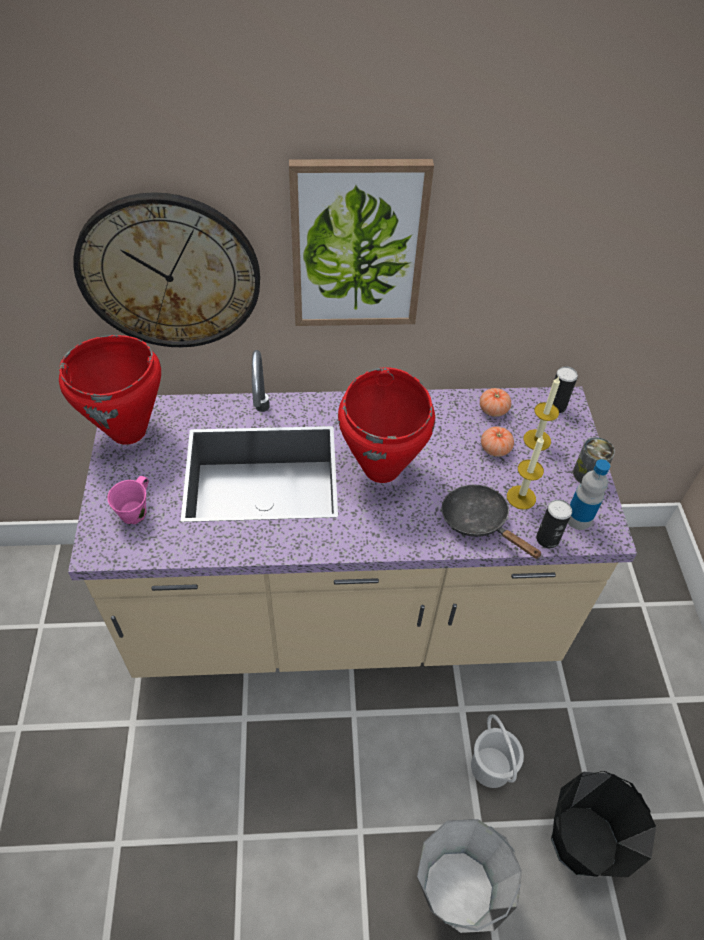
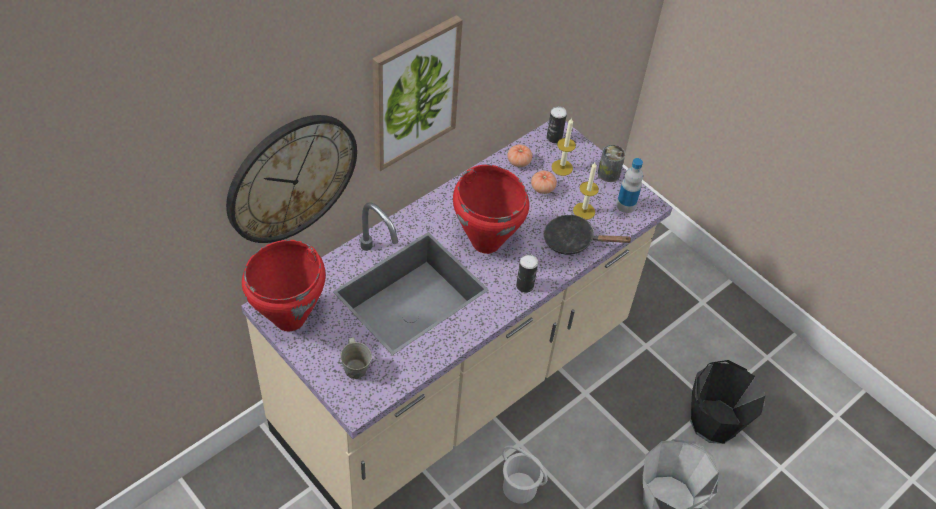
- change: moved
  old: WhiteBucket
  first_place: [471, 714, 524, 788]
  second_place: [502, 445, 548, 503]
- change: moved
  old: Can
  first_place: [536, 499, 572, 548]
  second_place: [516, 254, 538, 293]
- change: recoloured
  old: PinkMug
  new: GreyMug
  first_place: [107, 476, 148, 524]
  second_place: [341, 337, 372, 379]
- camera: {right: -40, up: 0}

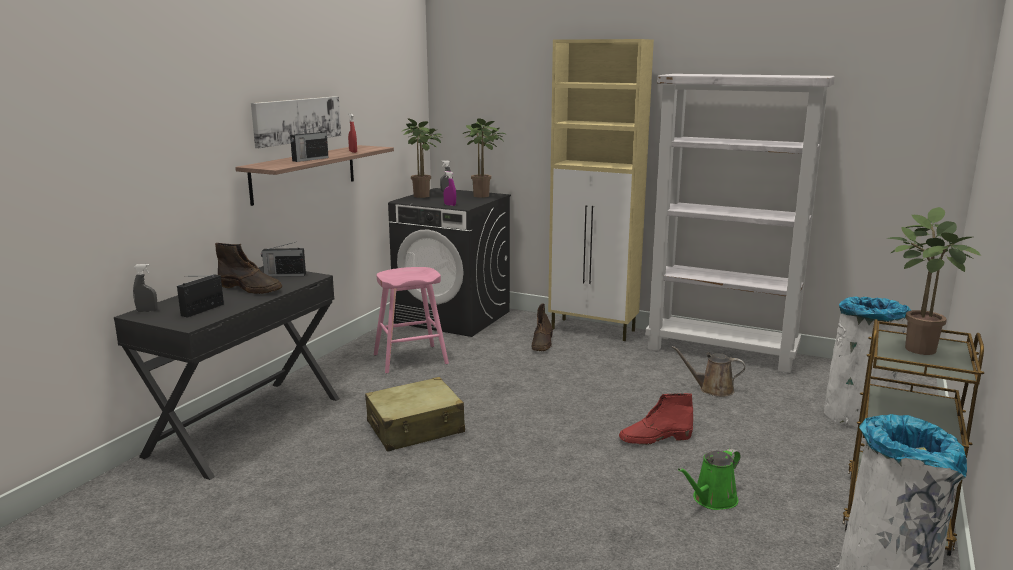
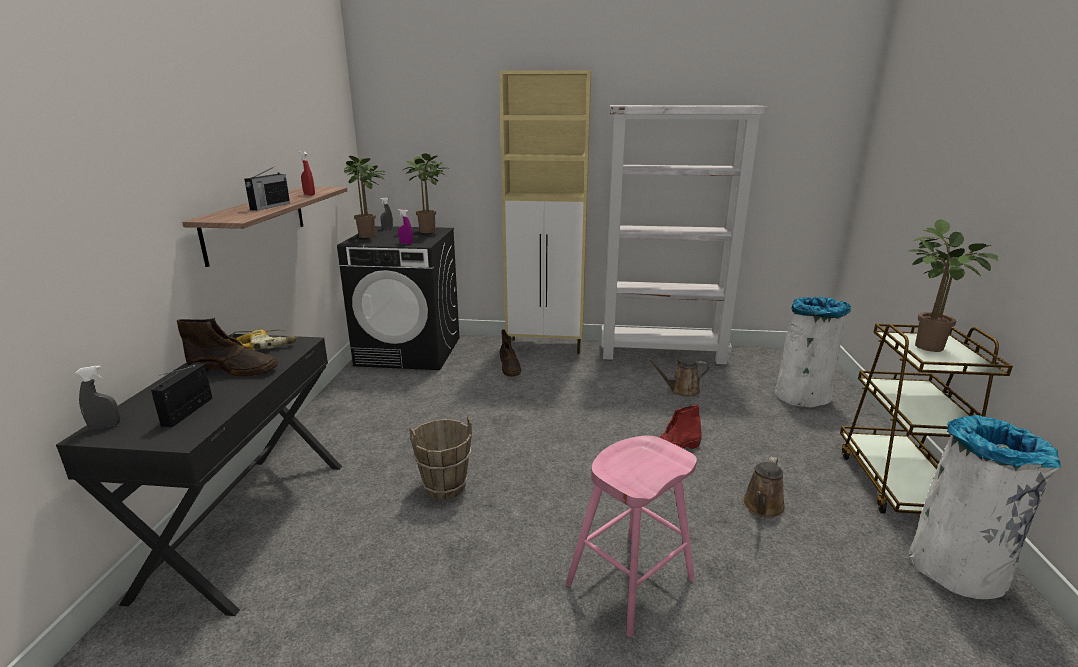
- change: removed
  old: Picture
  first_place: [251, 96, 341, 148]
- change: moved
  old: PinkStool
  first_place: [374, 267, 449, 374]
  second_place: [566, 436, 697, 637]
- change: replaced
  old: Radio
  new: PowerDrill
  first_place: [261, 242, 306, 277]
  second_place: [231, 329, 297, 351]
- change: replaced
  old: BeigeSuitcase
  new: BrownBucket
  first_place: [365, 377, 465, 452]
  second_place: [409, 416, 472, 499]
- change: recoloured
  old: GreenWateringCan
  new: BrownWateringCan
  first_place: [678, 448, 741, 510]
  second_place: [742, 456, 785, 518]
- camera: {right: -20, up: 5}

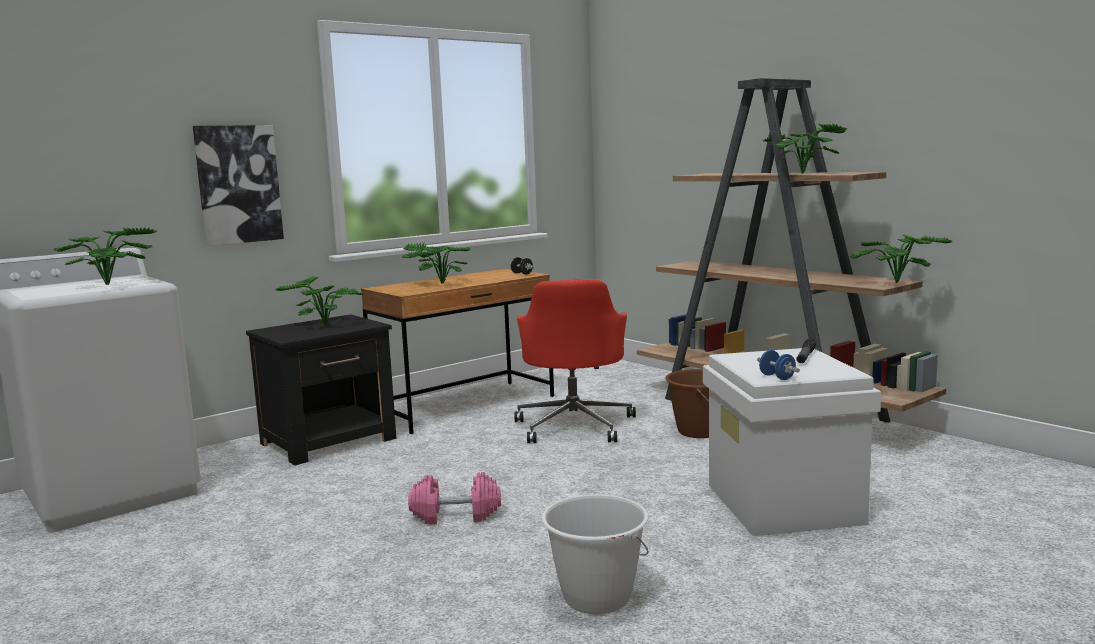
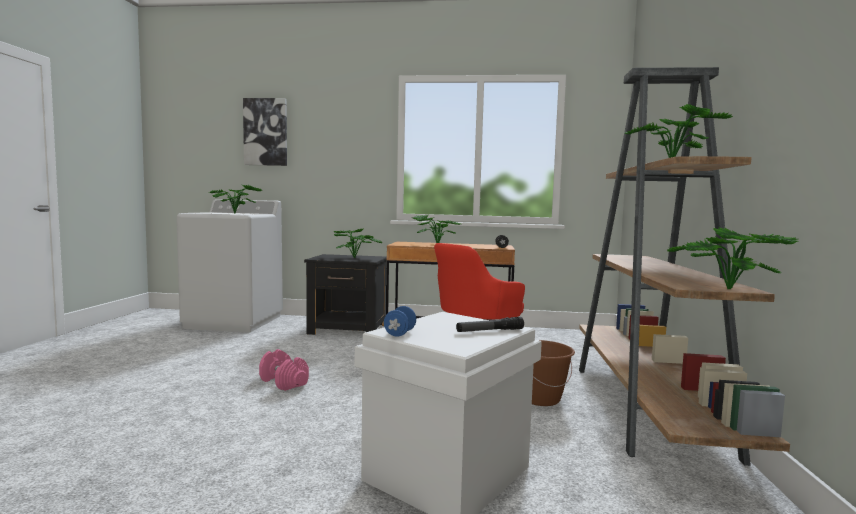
- change: removed
  old: WhiteBucket
  first_place: [542, 494, 648, 614]
- change: moved
  old: Picture
  first_place: [193, 125, 284, 246]
  second_place: [243, 98, 287, 166]
- camera: {right: 45, up: -5}

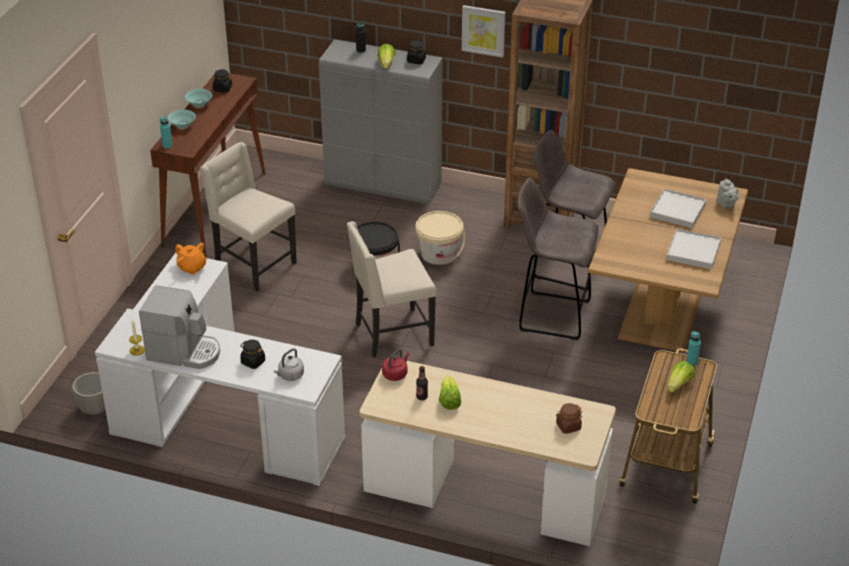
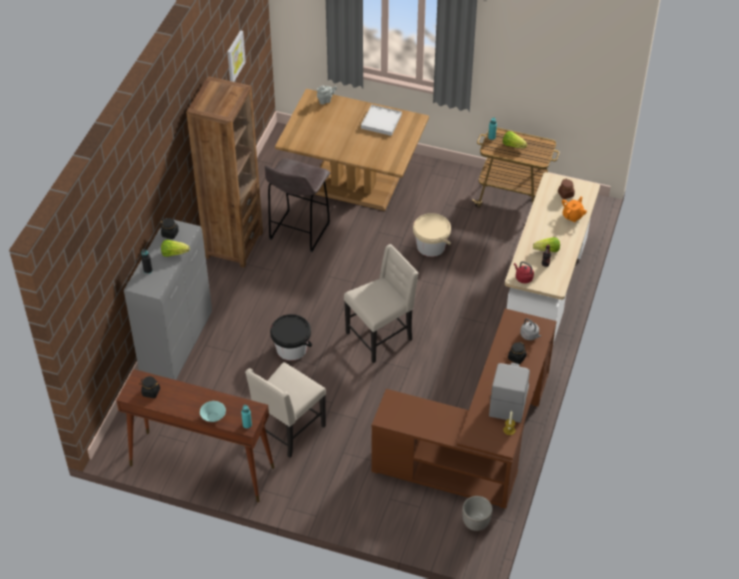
- change: removed
  old: TurquoiseBowl
  first_place: [185, 89, 212, 108]
- change: removed
  old: GreyStool
  first_place: [517, 177, 599, 340]
- change: removed
  old: WhiteTray
  first_place: [650, 188, 706, 228]
- change: moved
  old: OrangeTeapot
  first_place: [175, 243, 207, 275]
  second_place: [562, 196, 587, 222]
- change: moved
  old: BeigeBucket
  first_place: [415, 211, 465, 265]
  second_place: [413, 213, 451, 257]
- change: moved
  old: Picture
  first_place: [462, 5, 505, 58]
  second_place: [227, 30, 246, 82]
- change: recoloured
  old: WhiteDesk
  new: BrownDesk
  first_place: [95, 253, 345, 487]
  second_place: [371, 309, 557, 509]
- change: turned
  old: BeigeChair
  first_place: [347, 221, 436, 358]
  second_place: [344, 244, 419, 363]
  degrees: -105
- camera: {right: -90, up: 10}

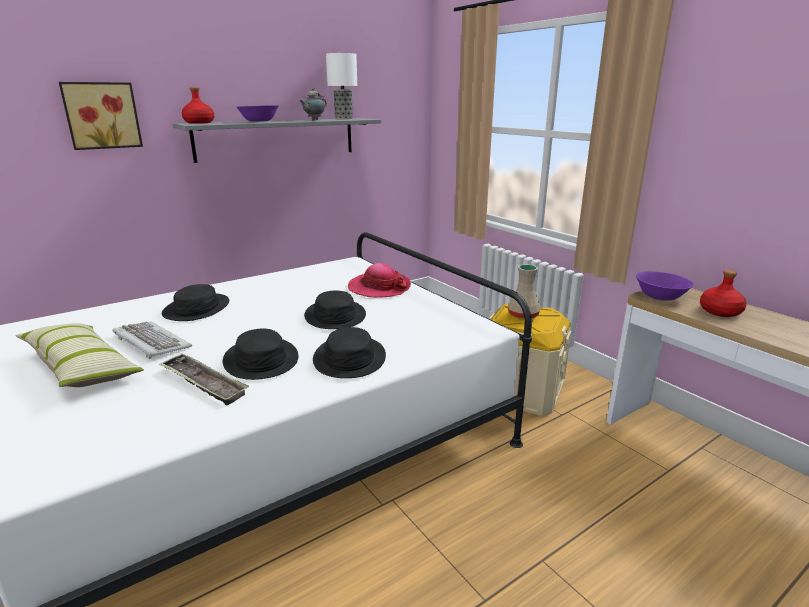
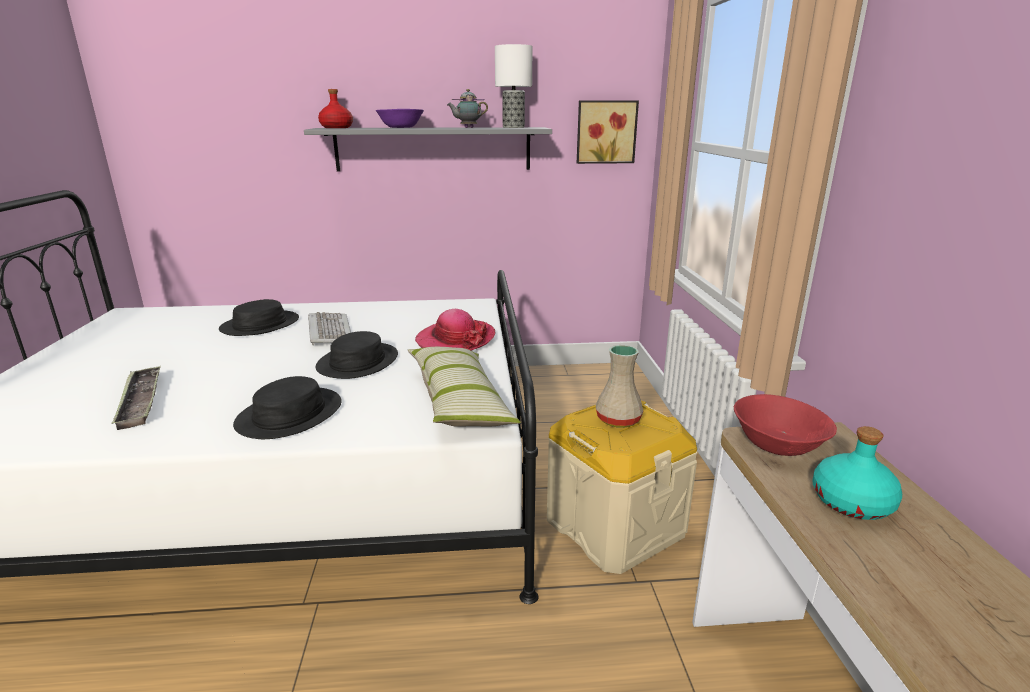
- change: removed
  old: BlackHat
  first_place: [223, 329, 299, 380]
- change: moved
  old: Pillow
  first_place: [15, 323, 144, 387]
  second_place: [408, 347, 521, 427]
- change: moved
  old: Picture
  first_place: [59, 82, 143, 150]
  second_place: [577, 100, 639, 164]
- change: moved
  old: Keyboard
  first_place: [113, 321, 192, 359]
  second_place: [308, 312, 351, 345]
- change: recoloured
  old: PurpleBowl
  new: RedBowl
  first_place: [636, 271, 694, 301]
  second_place: [734, 394, 837, 456]
- change: recoloured
  old: RedBottle
  new: TurquoiseBottle
  first_place: [700, 270, 747, 317]
  second_place: [812, 426, 902, 520]
- camera: {right: 30, up: 0}

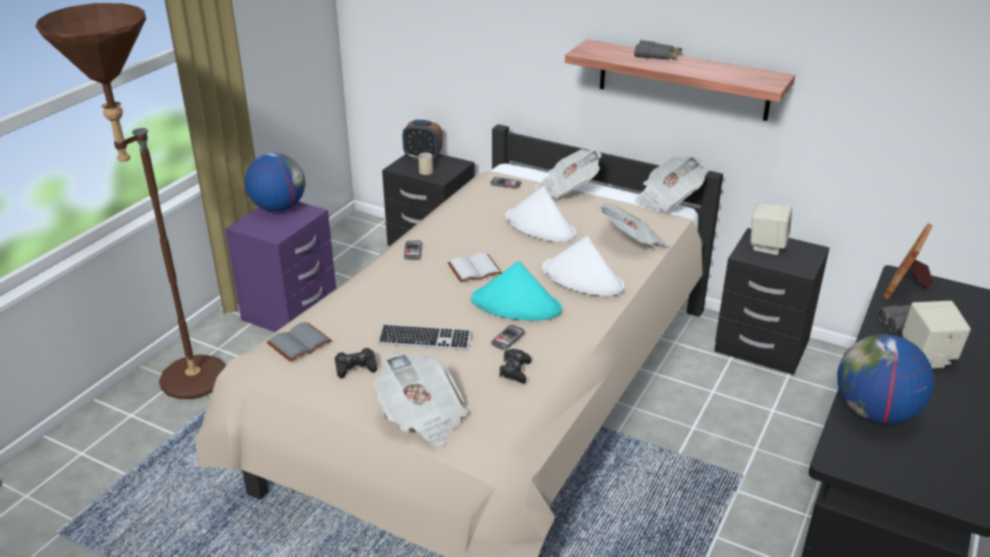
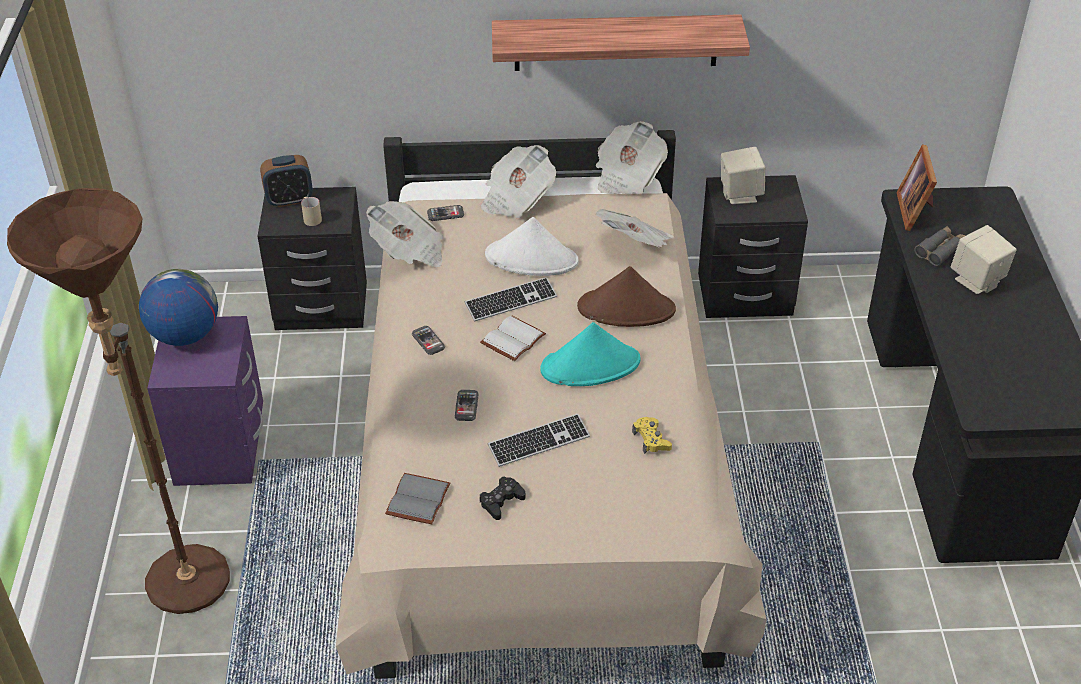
- change: removed
  old: GreyBinoculars
  first_place: [634, 40, 682, 60]
- change: removed
  old: Globe
  first_place: [837, 334, 934, 424]
- change: added
  new: Keyboard
  second_place: [465, 277, 557, 321]
- change: moved
  old: Newspaper
  first_place: [374, 353, 468, 447]
  second_place: [366, 201, 443, 267]
- change: moved
  old: Phone
  first_place: [491, 325, 525, 350]
  second_place: [455, 390, 479, 421]
- change: recoloured
  old: BlackGameController
  new: YellowGameController
  first_place: [499, 349, 531, 383]
  second_place: [632, 417, 672, 454]
- change: recoloured
  old: WhiteHat
  new: BrownHat
  first_place: [542, 236, 624, 296]
  second_place: [577, 266, 676, 327]
- camera: {right: -30, up: 10}

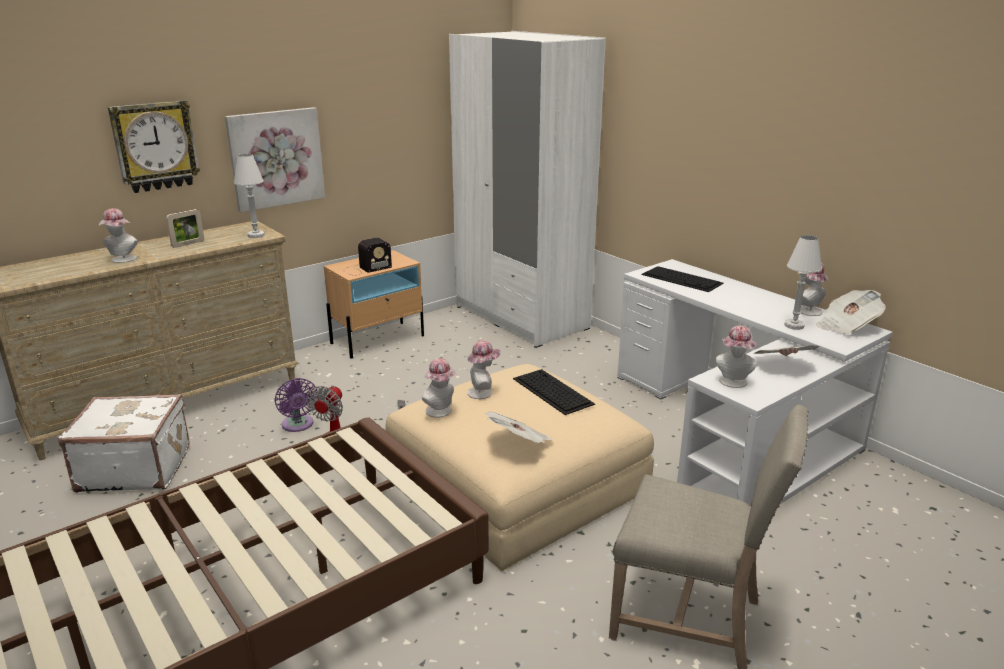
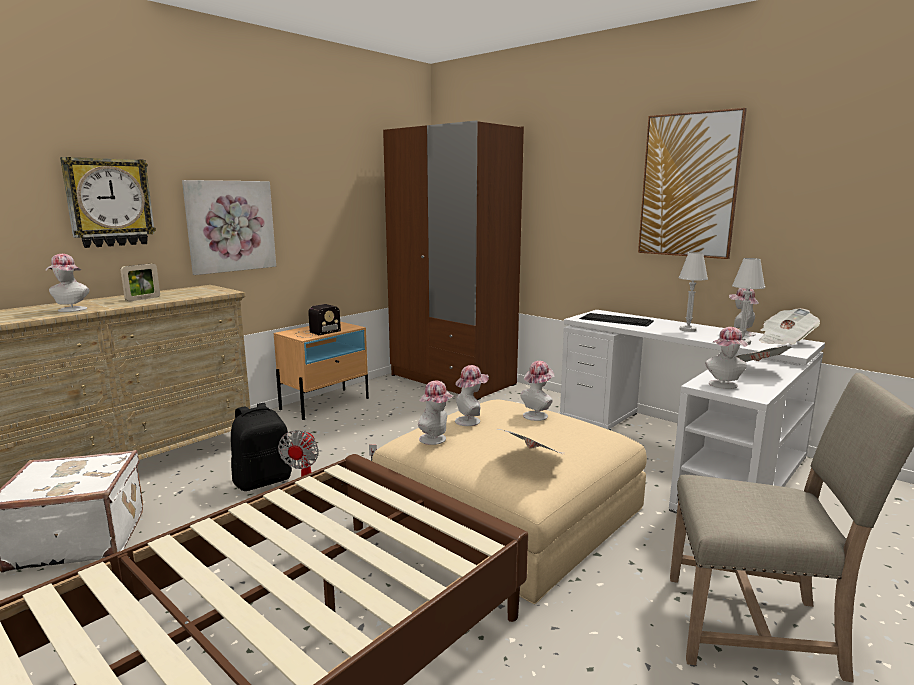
- change: added
  new: Picture
  second_place: [638, 108, 747, 259]
- change: moved
  old: WhiteTableLamp
  first_place: [234, 154, 265, 238]
  second_place: [679, 252, 708, 332]
- change: replaced
  old: PurpleFan
  new: BlackBackpack
  first_place: [274, 378, 318, 432]
  second_place: [231, 403, 292, 491]
- change: replaced
  old: Keyboard
  new: Hat
  first_place: [513, 369, 595, 415]
  second_place: [520, 361, 554, 421]
- change: recoloured
  old: WhiteWardrobe
  new: BrownWardrobe
  first_place: [449, 31, 606, 348]
  second_place: [383, 120, 524, 400]
- camera: {right: -10, up: -10}

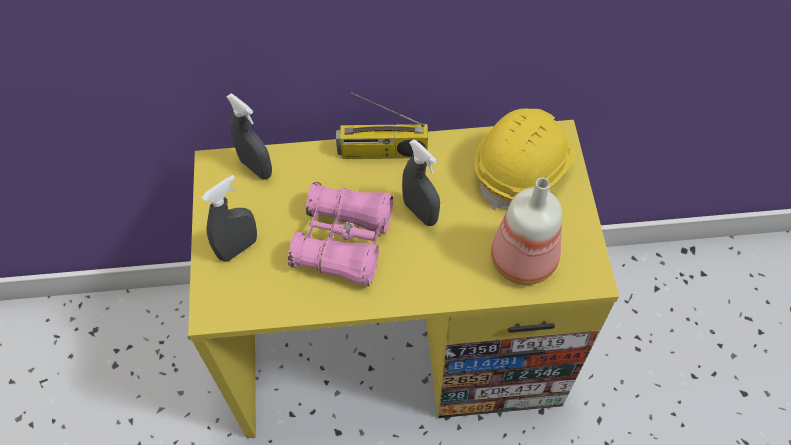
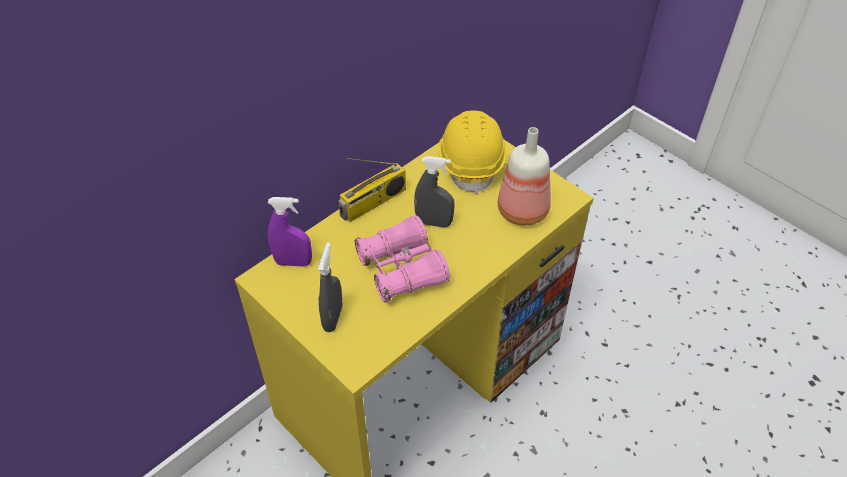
- change: recoloured
  old: GreySprayBottle
  new: PurpleSprayBottle
  first_place: [227, 94, 272, 179]
  second_place: [268, 197, 312, 267]
- camera: {right: -40, up: -10}

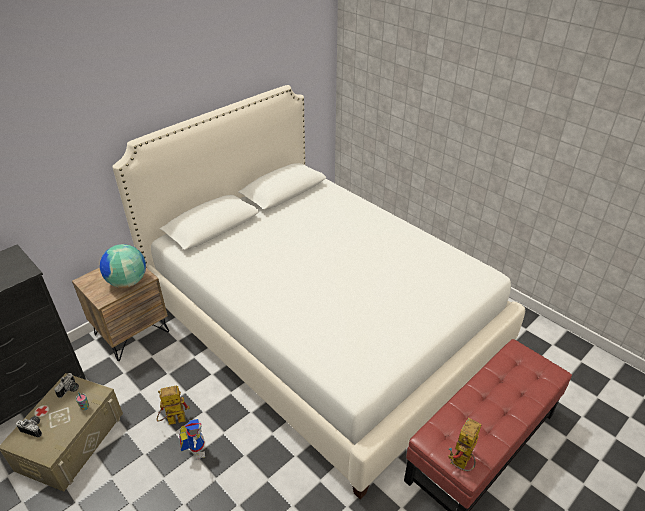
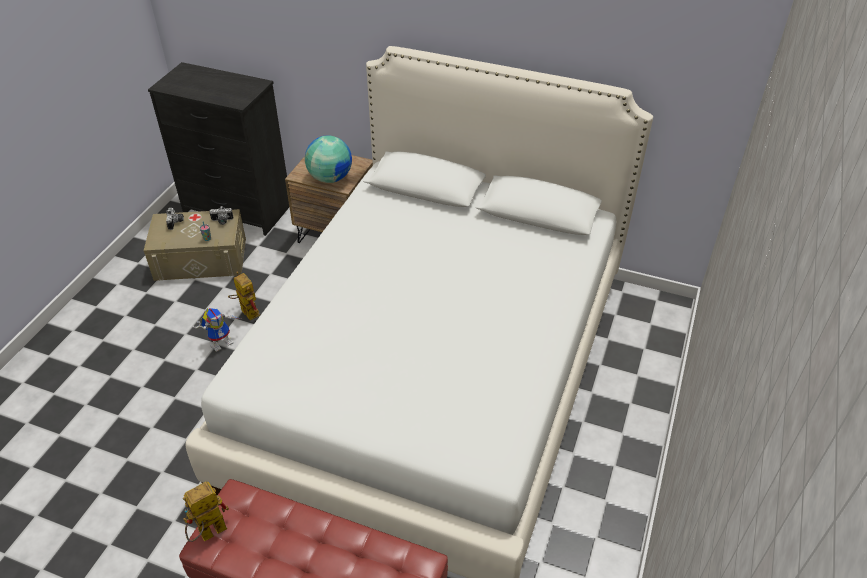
- change: turned
  old: ToyRobot
  first_place: [448, 418, 482, 471]
  second_place: [183, 482, 229, 542]
  degrees: -45
- camera: {right: 65, up: 5}

